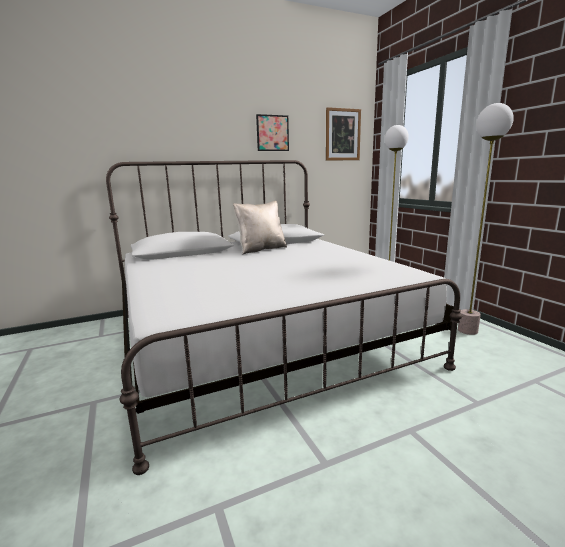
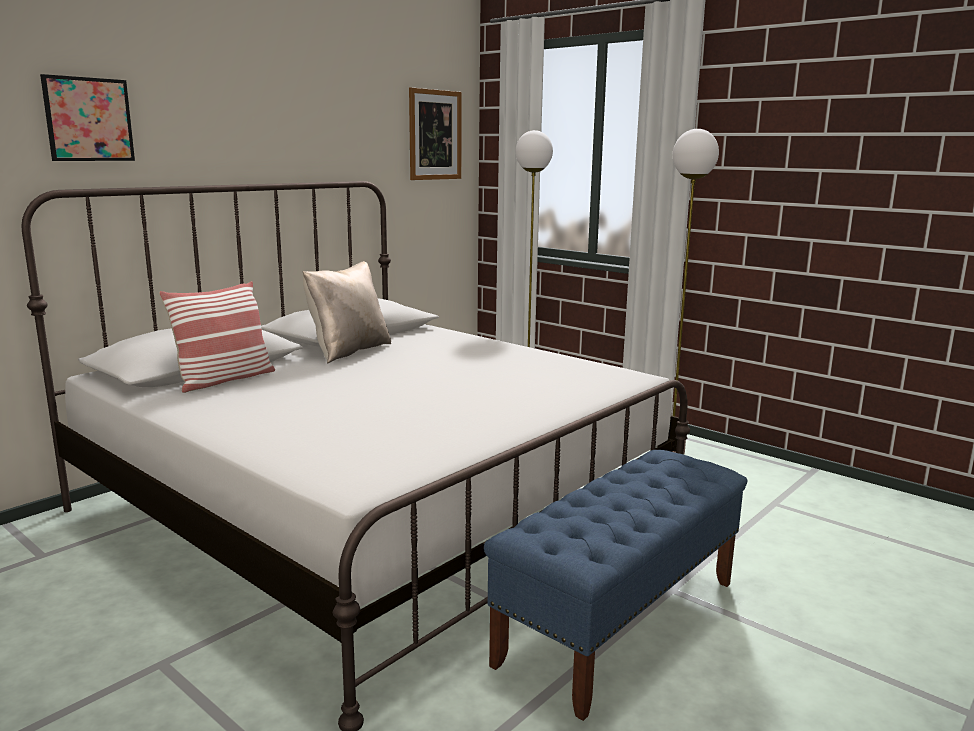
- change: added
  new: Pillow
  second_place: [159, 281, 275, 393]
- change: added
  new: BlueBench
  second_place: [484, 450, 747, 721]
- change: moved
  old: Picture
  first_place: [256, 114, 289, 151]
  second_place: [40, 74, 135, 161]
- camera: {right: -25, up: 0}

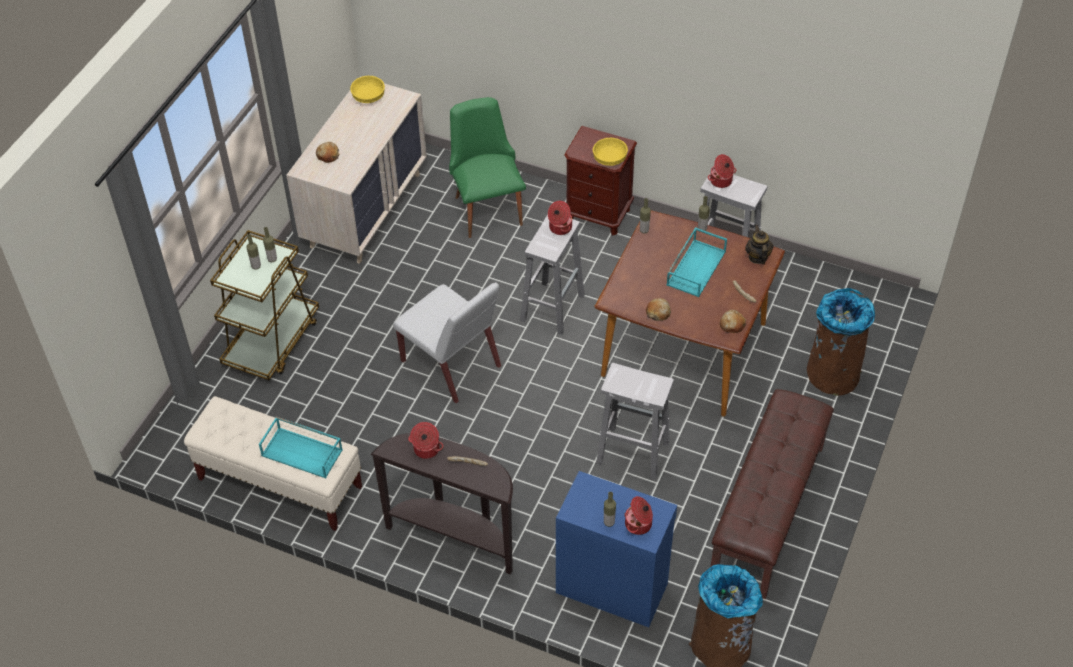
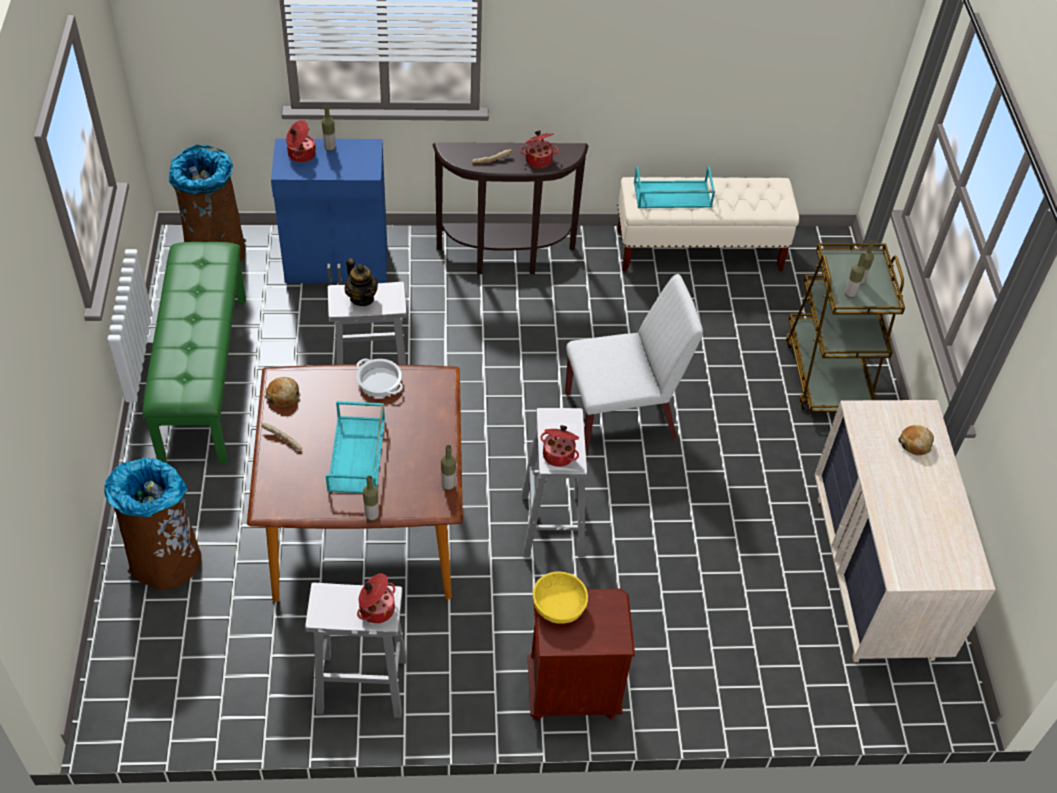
- change: removed
  old: YellowBowl
  first_place: [350, 76, 385, 103]
- change: removed
  old: GreenChair
  first_place: [449, 97, 526, 238]
- change: moved
  old: Teapot
  first_place: [745, 225, 773, 264]
  second_place: [345, 258, 378, 306]
- change: replaced
  old: Bread
  new: CookingPot
  first_place: [646, 298, 671, 321]
  second_place: [357, 359, 403, 397]
- change: recoloured
  old: BrownBench
  new: GreenBench
  first_place: [711, 389, 834, 599]
  second_place: [142, 242, 246, 464]
- change: turned
  old: WhiteChair
  first_place: [393, 282, 501, 403]
  second_place: [565, 274, 703, 452]
  degrees: 150
- camera: {right: 150, up: 0}

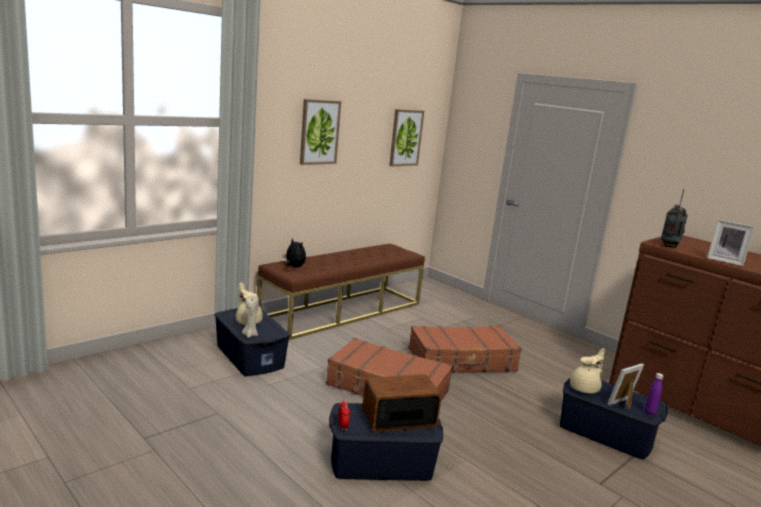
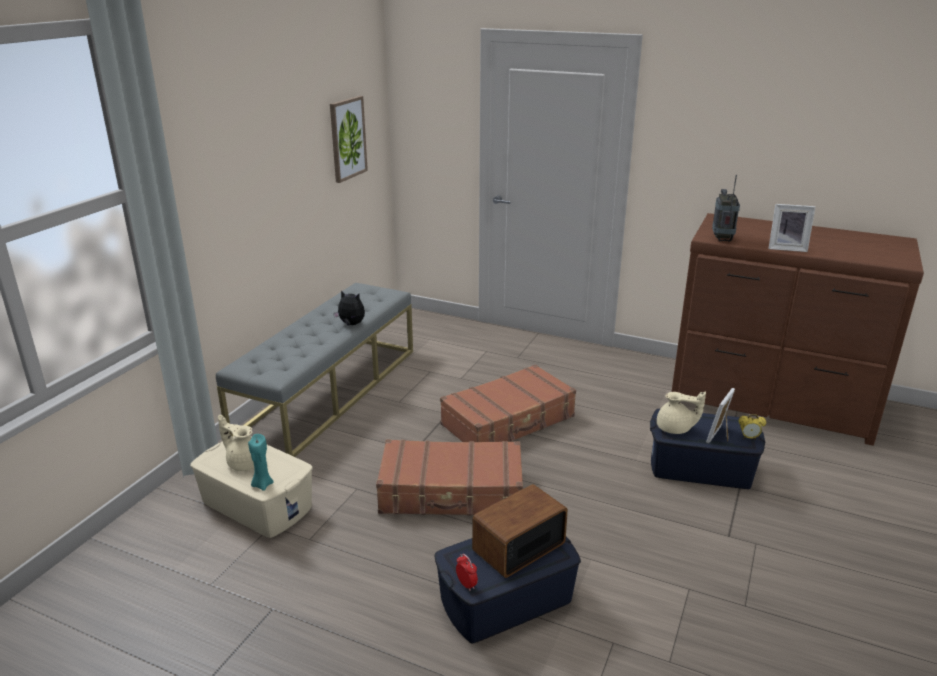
- change: removed
  old: Picture
  first_place: [300, 99, 341, 165]
- change: moved
  old: PlushToy
  first_place: [283, 238, 306, 267]
  second_place: [333, 290, 365, 326]
- change: replaced
  old: PurpleBottle
  new: AlarmClock
  first_place: [645, 373, 663, 415]
  second_place: [738, 414, 766, 440]
- change: recoloured
  old: BlueStorageBox
  new: BeigeStorageBox
  first_place: [215, 308, 290, 376]
  second_place: [190, 436, 313, 538]
- change: recoloured
  old: BeigeCandle
  new: TurquoiseCandle
  first_place: [242, 295, 259, 338]
  second_place: [248, 434, 274, 491]
- change: recoloured
  old: BrownBench
  new: GreyBench
  first_place: [257, 244, 425, 340]
  second_place: [216, 283, 413, 457]
- change: turned
  old: BeigeTeapot
  first_place: [570, 348, 606, 394]
  second_place: [657, 391, 706, 434]
  degrees: 75
- camera: {right: -20, up: 10}

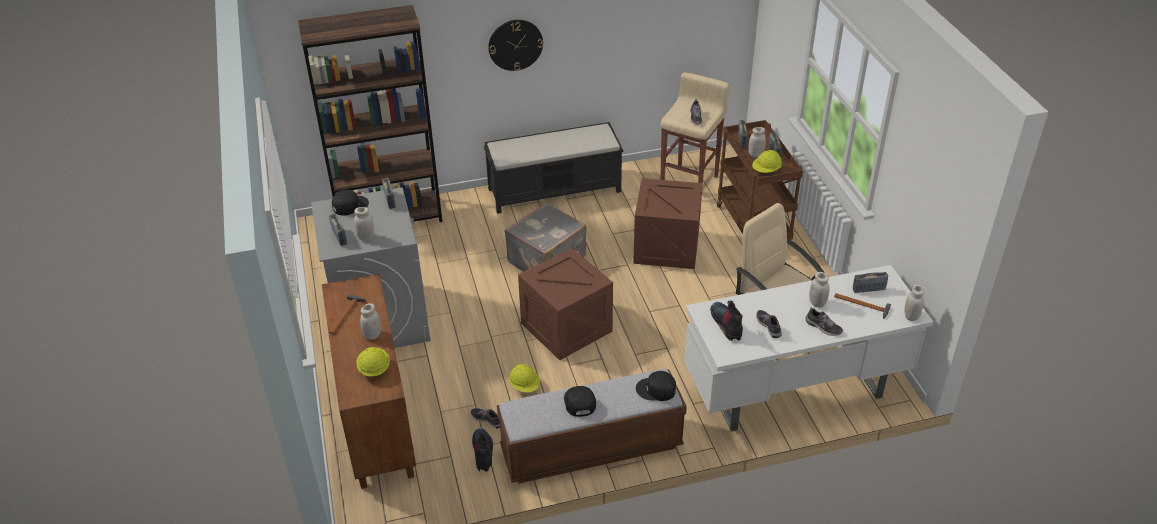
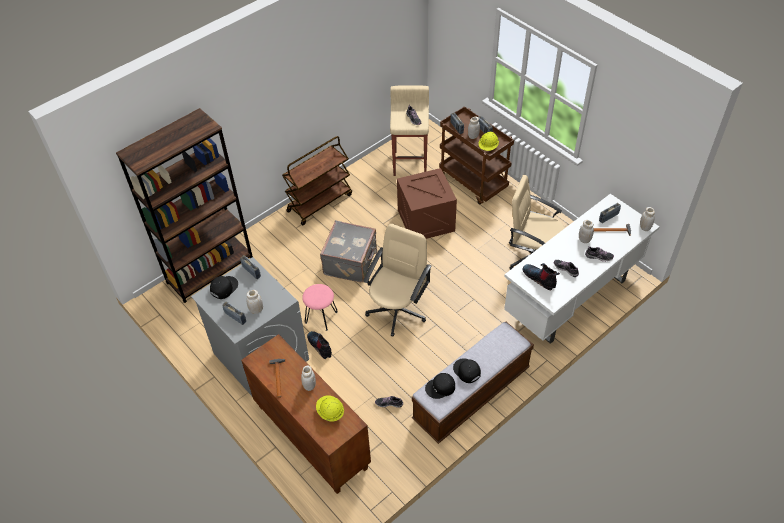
- change: removed
  old: WallClock
  first_place: [488, 20, 543, 71]
- change: removed
  old: YellowHardHat
  first_place: [509, 364, 540, 392]
- change: added
  new: PinkStool
  second_place: [302, 284, 338, 331]
- change: moved
  old: Boot
  first_place: [472, 428, 493, 472]
  second_place: [307, 331, 332, 359]
- change: moved
  old: BlackCap
  first_place: [636, 371, 676, 401]
  second_place: [425, 373, 455, 399]
- change: replaced
  old: BlackBench
  new: BrownCart
  first_place: [484, 122, 623, 214]
  second_place: [282, 136, 352, 225]
- change: replaced
  old: Crate
  new: BeigeOfficeChair
  first_place: [518, 248, 613, 360]
  second_place: [363, 224, 432, 337]
- camera: {right: -25, up: 10}

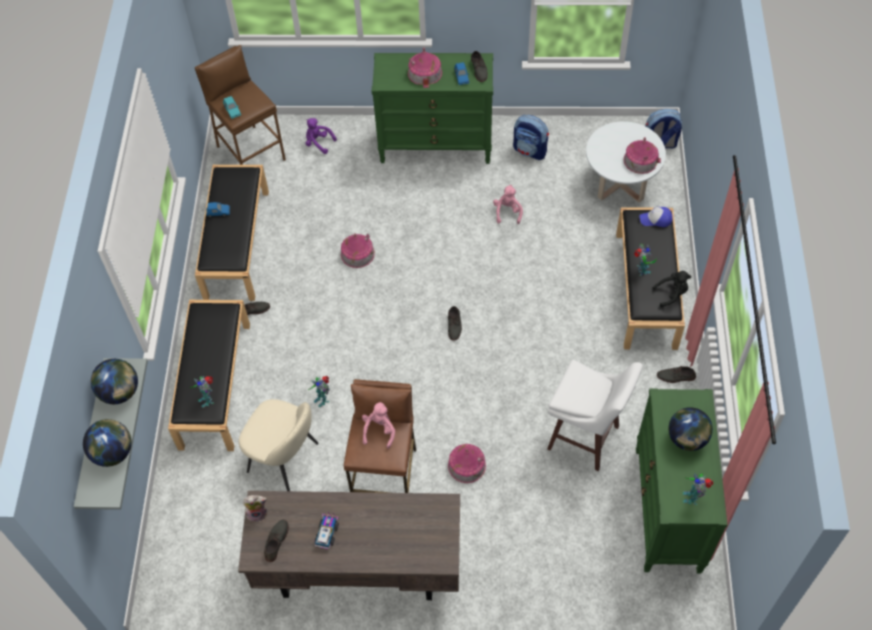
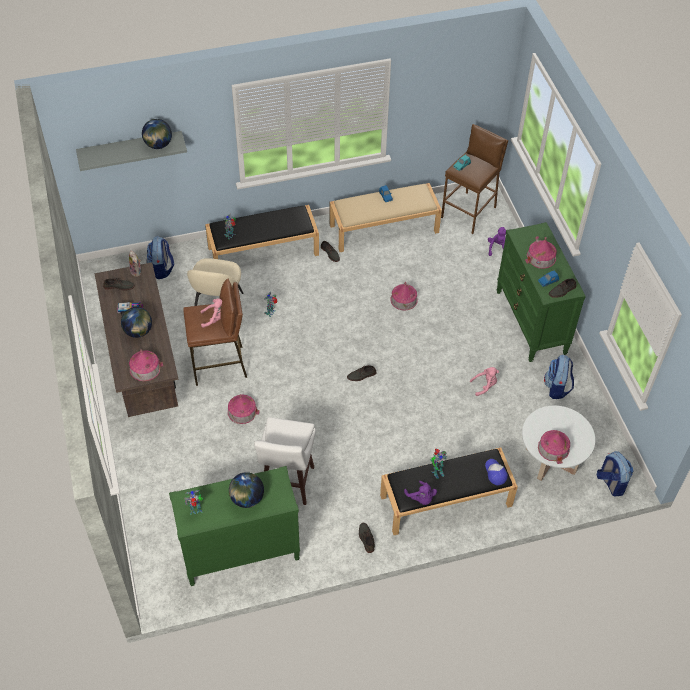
- change: added
  new: ToyHouse
  second_place: [129, 349, 163, 381]
- change: added
  new: Backpack
  second_place: [146, 236, 174, 279]
- change: moved
  old: Globe
  first_place: [83, 419, 132, 467]
  second_place: [121, 307, 152, 338]
- change: recoloured
  old: BlackBench
  new: BeigeBench
  first_place: [195, 165, 269, 301]
  second_place: [330, 183, 442, 252]
- change: recoloured
  old: BlackPlushToy
  new: PurplePlushToy
  first_place: [652, 271, 691, 307]
  second_place: [404, 481, 437, 505]
- camera: {right: 70, up: -5}

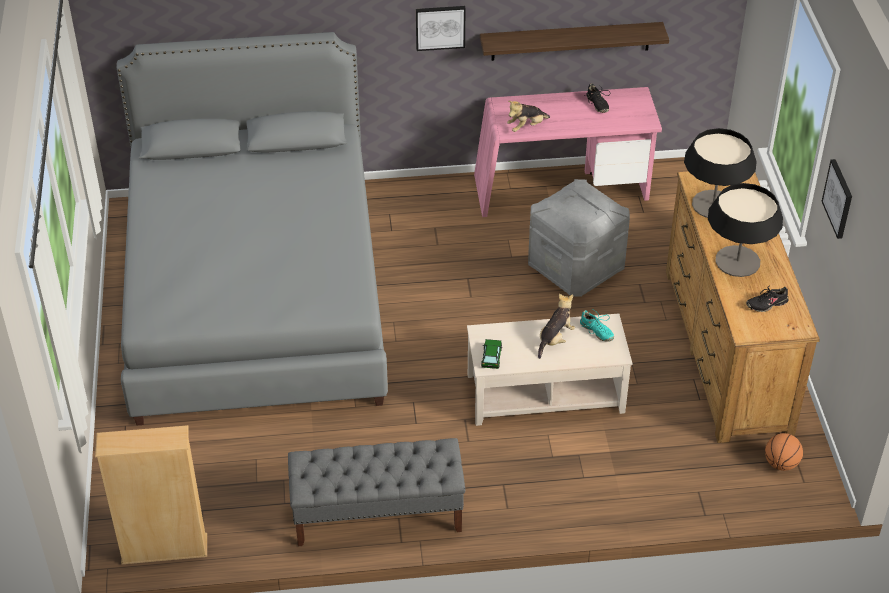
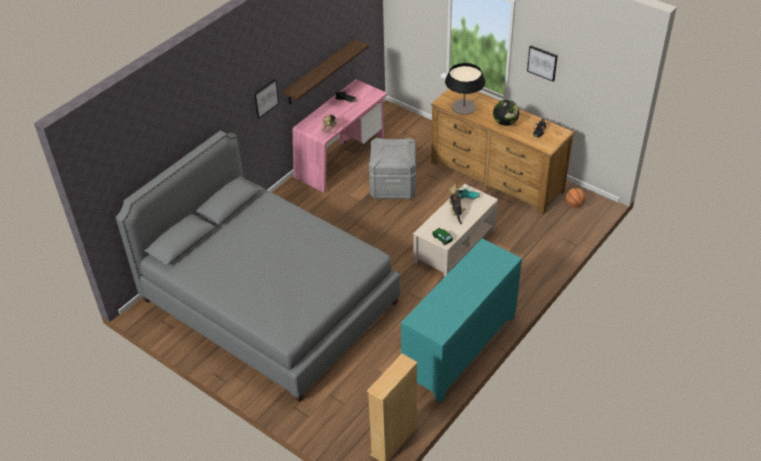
- change: replaced
  old: GreyBench
  new: TurquoiseCabinet
  first_place: [288, 438, 465, 546]
  second_place: [401, 239, 522, 403]
- change: replaced
  old: TableLamp
  new: Globe
  first_place: [708, 183, 783, 277]
  second_place: [493, 100, 519, 126]
- camera: {right: -45, up: 0}

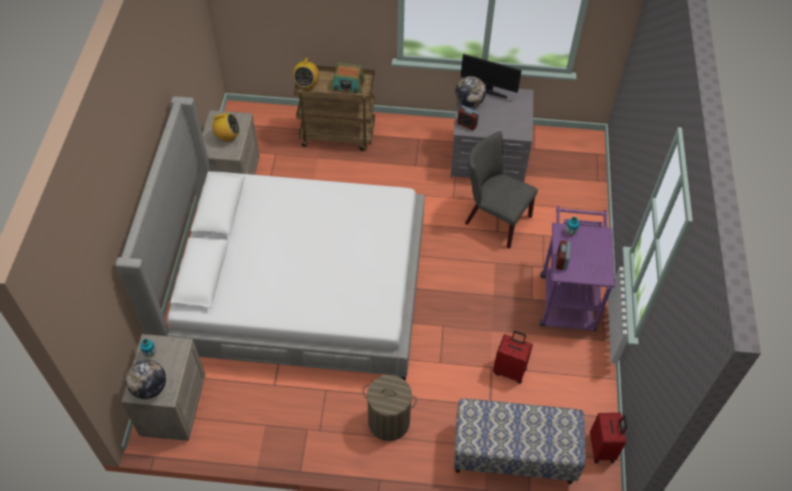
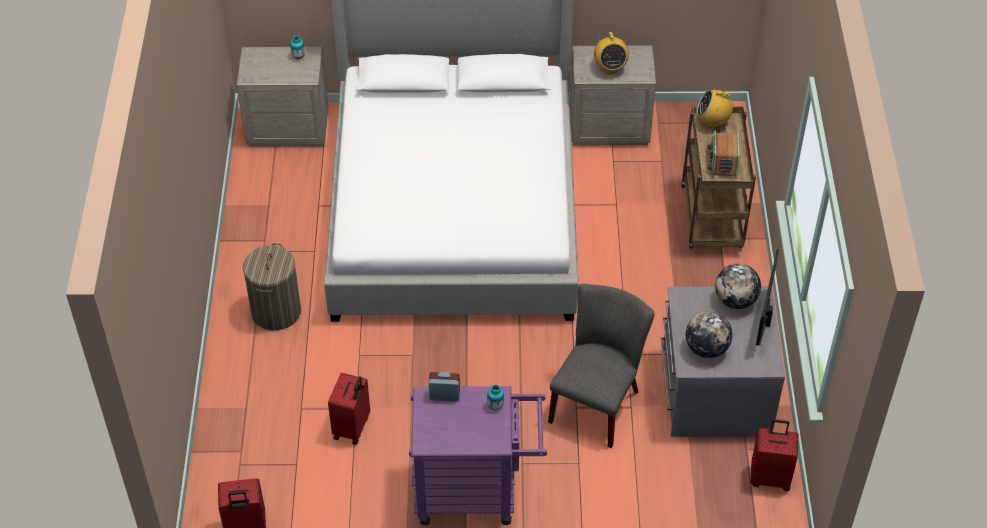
- change: removed
  old: Bench
  first_place: [454, 399, 585, 484]
- change: removed
  old: AlarmClock
  first_place: [457, 106, 479, 130]
- change: added
  new: RedSuitcase
  second_place: [750, 419, 798, 491]
- change: moved
  old: Globe
  first_place: [126, 360, 166, 399]
  second_place: [686, 311, 732, 358]
- camera: {right: 85, up: -5}

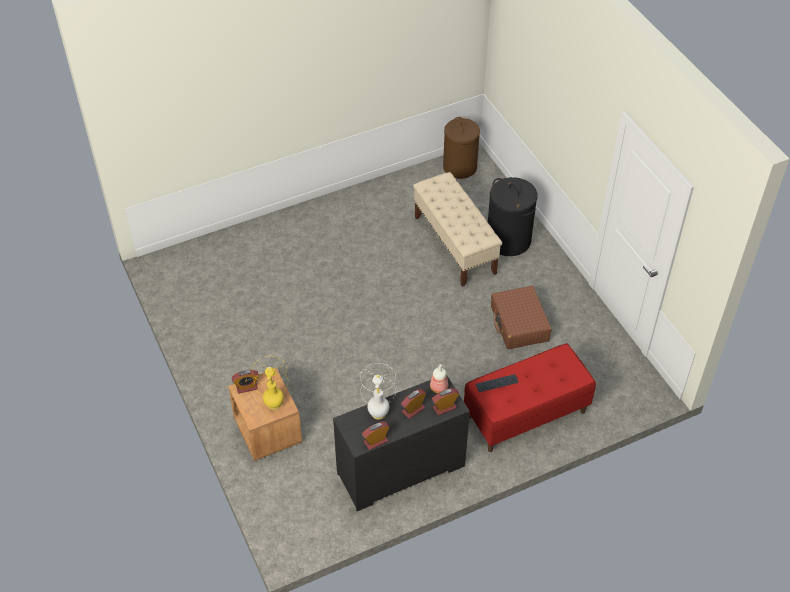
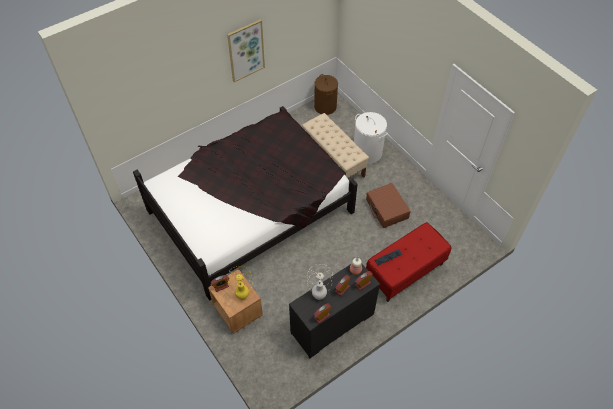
- change: added
  new: BlackBed
  second_place: [133, 106, 358, 301]
- change: added
  new: Picture
  second_place: [227, 19, 265, 82]
- change: recoloured
  old: BlackLaundryBasket
  new: WhiteLaundryBasket
  first_place: [488, 177, 538, 256]
  second_place: [354, 112, 387, 164]
- camera: {right: -10, up: 5}

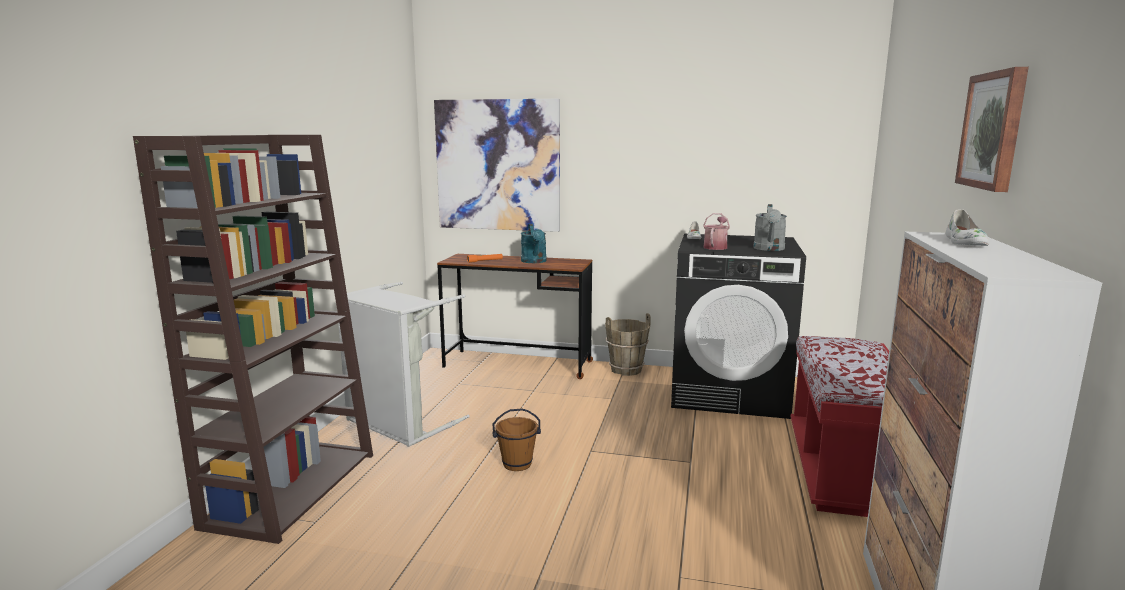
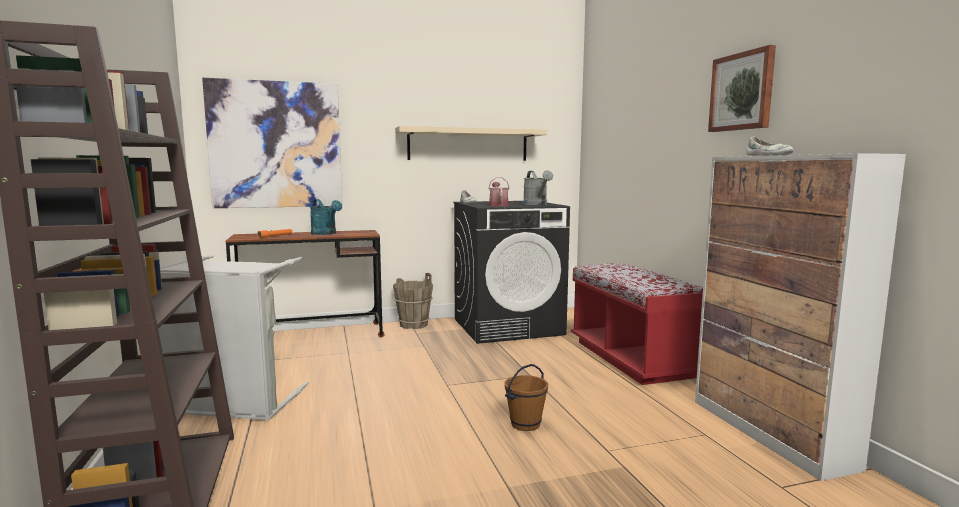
- change: added
  new: BeigeShelf
  second_place: [395, 126, 547, 161]
- change: moved
  old: BrownBucket
  first_place: [492, 409, 541, 471]
  second_place: [505, 364, 548, 431]
- camera: {right: -30, up: -5}

